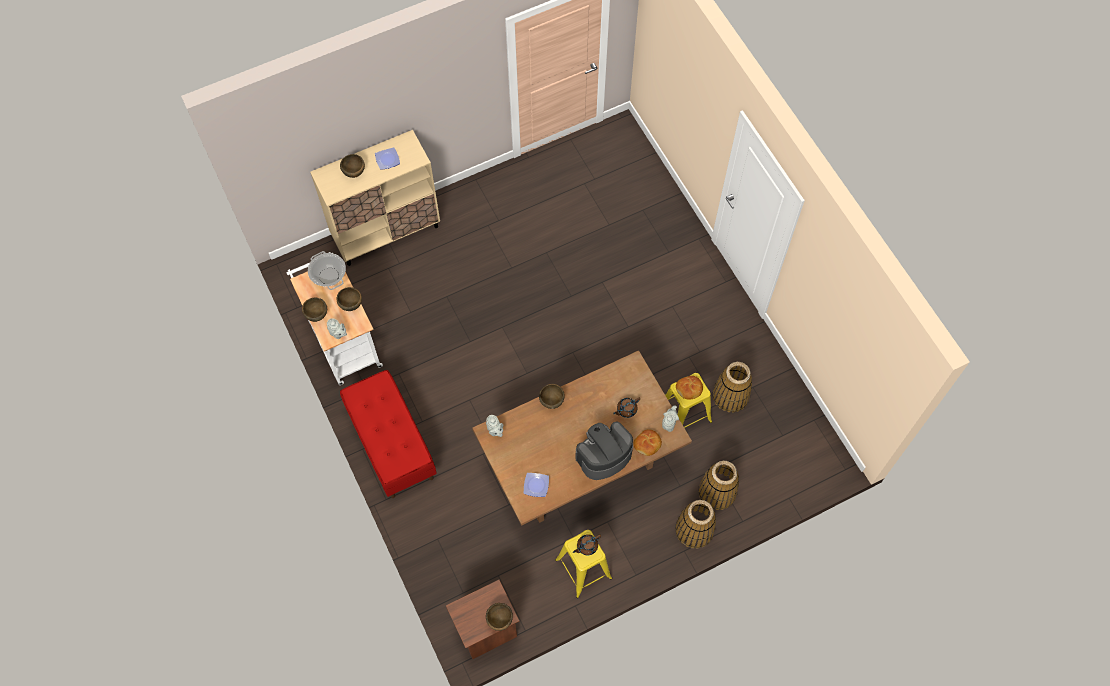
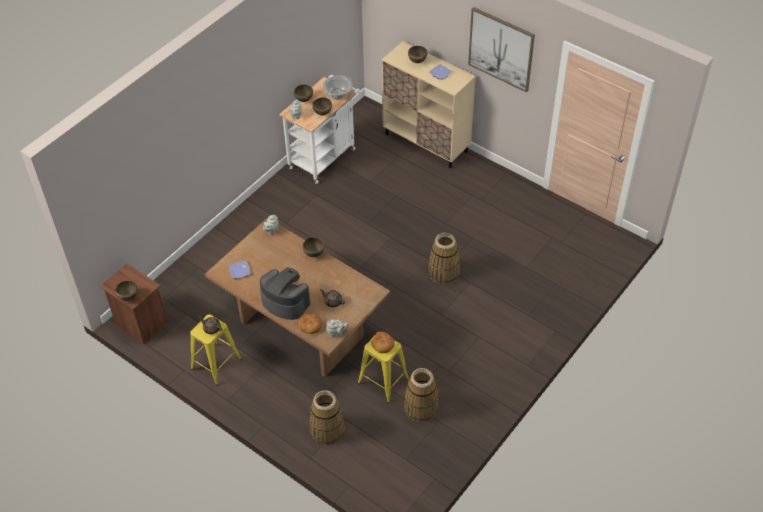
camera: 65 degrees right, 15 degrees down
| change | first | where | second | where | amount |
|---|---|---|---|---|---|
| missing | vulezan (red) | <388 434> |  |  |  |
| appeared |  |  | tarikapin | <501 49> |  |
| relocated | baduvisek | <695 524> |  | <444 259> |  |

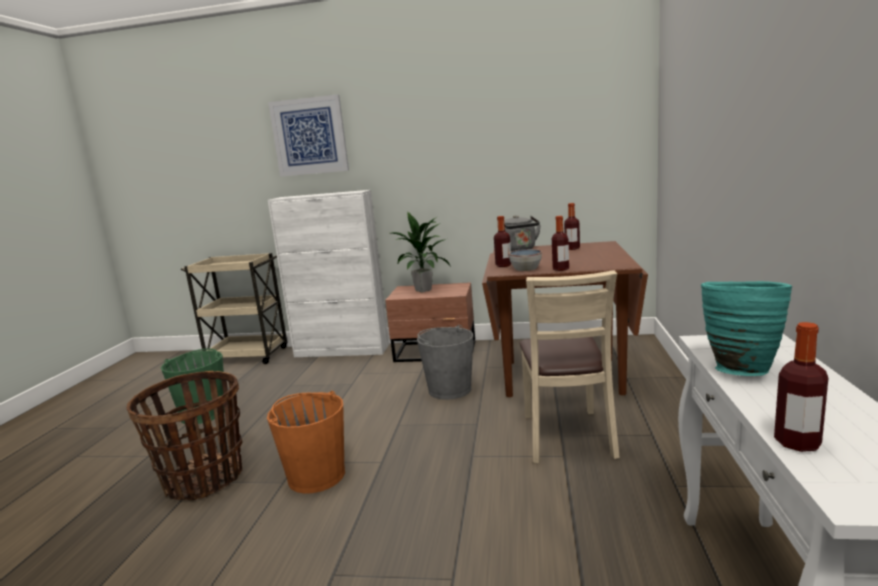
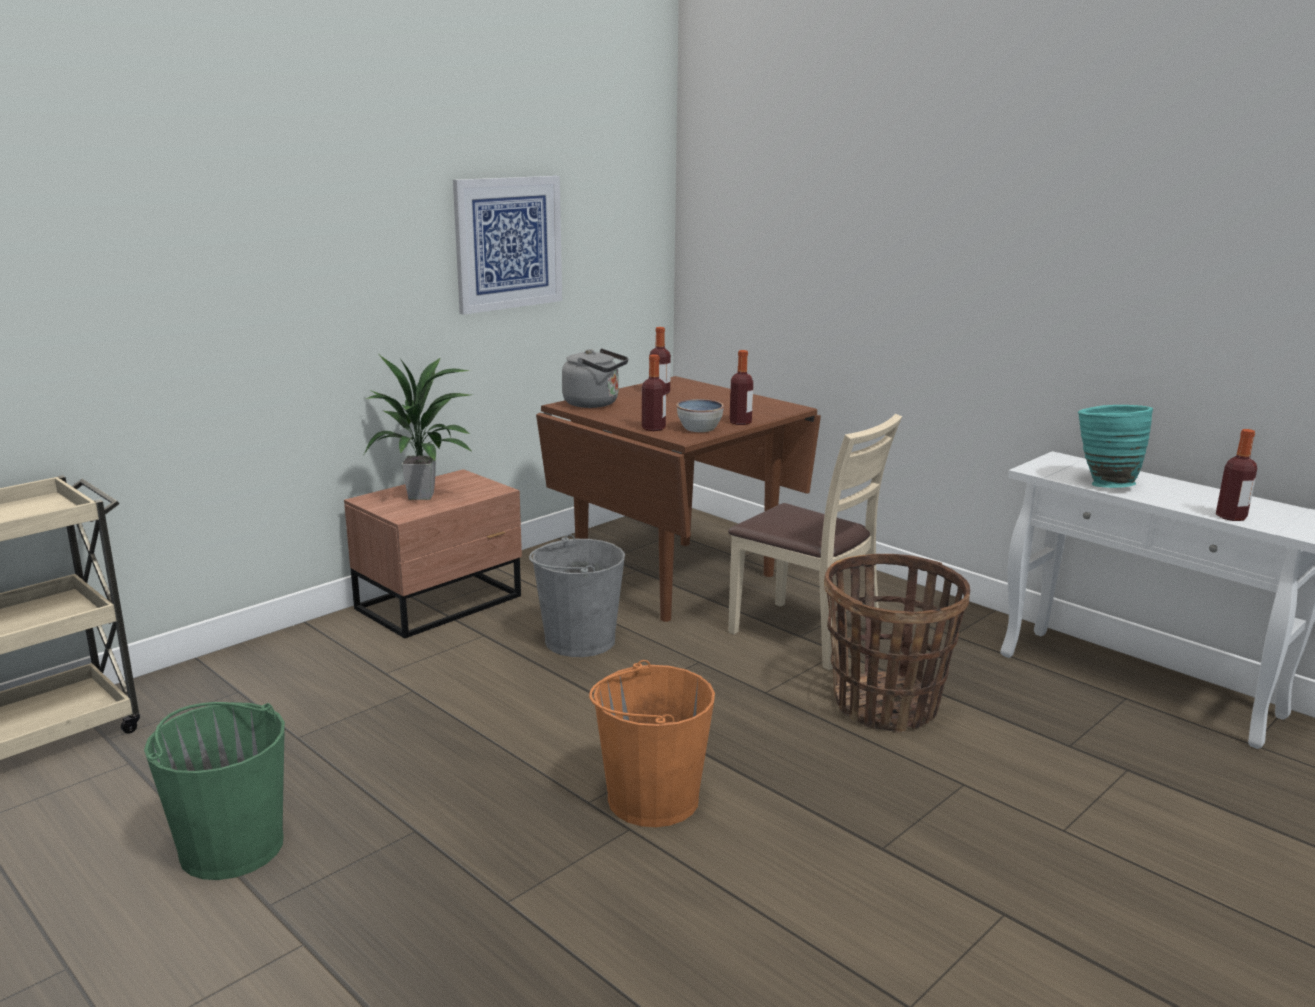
camera: 55 degrees left, 5 degrees up
| change | first | where | second | where | amount |
|---|---|---|---|---|---|
| missing | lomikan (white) | <328 273> |  |  |  |
| relocated | baduvisek | <184 435> |  | <897 643> |  |
| relocated | tarikapin | <308 135> |  | <507 245> |  |

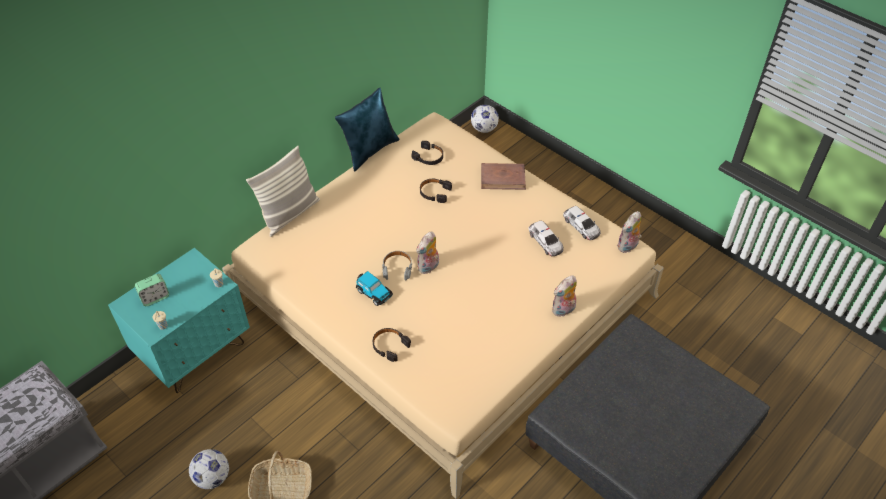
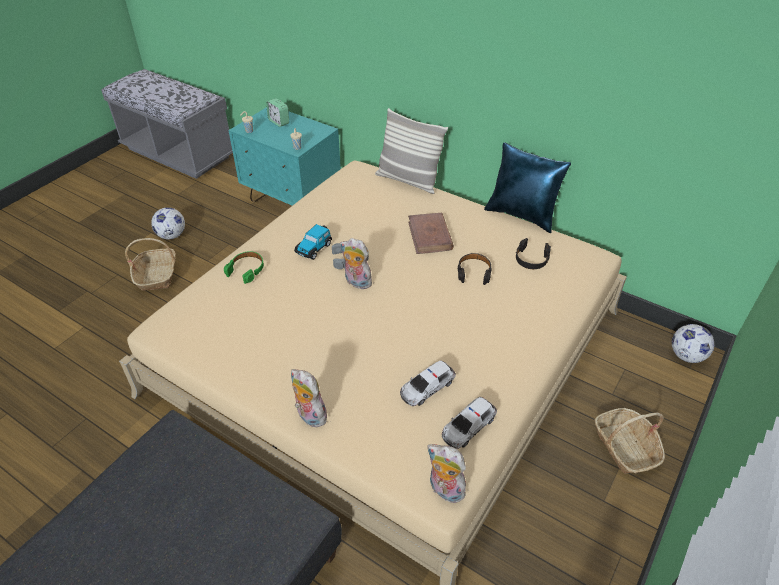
camera: 80 degrees right, 5 degrees down
| change | first | where | second | where | amount |
|---|---|---|---|---|---|
| appeared |  |  | baduvisek | <629 441> |  |
| relocated | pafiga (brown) | <503 176> |  | <431 233> |  |
| colour | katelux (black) | <392 345> | katelux (green) | <244 267> |  |

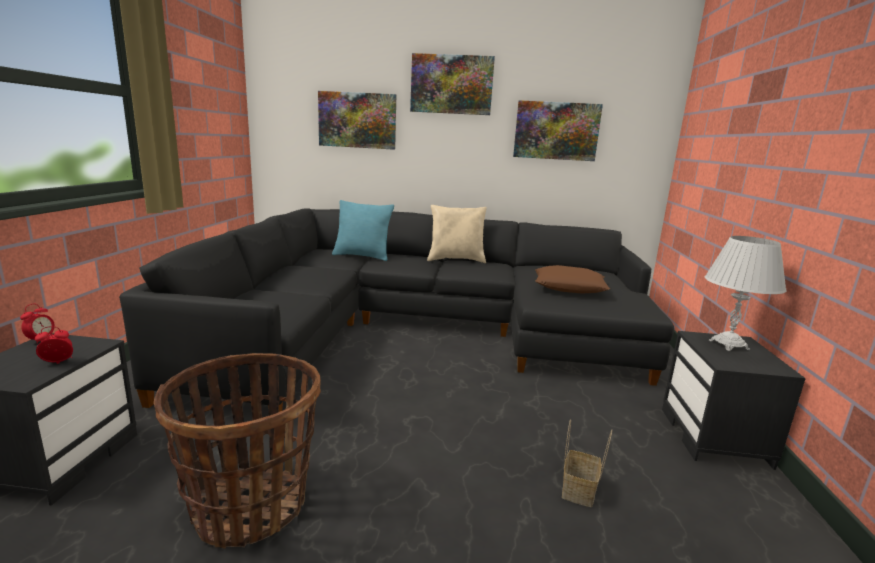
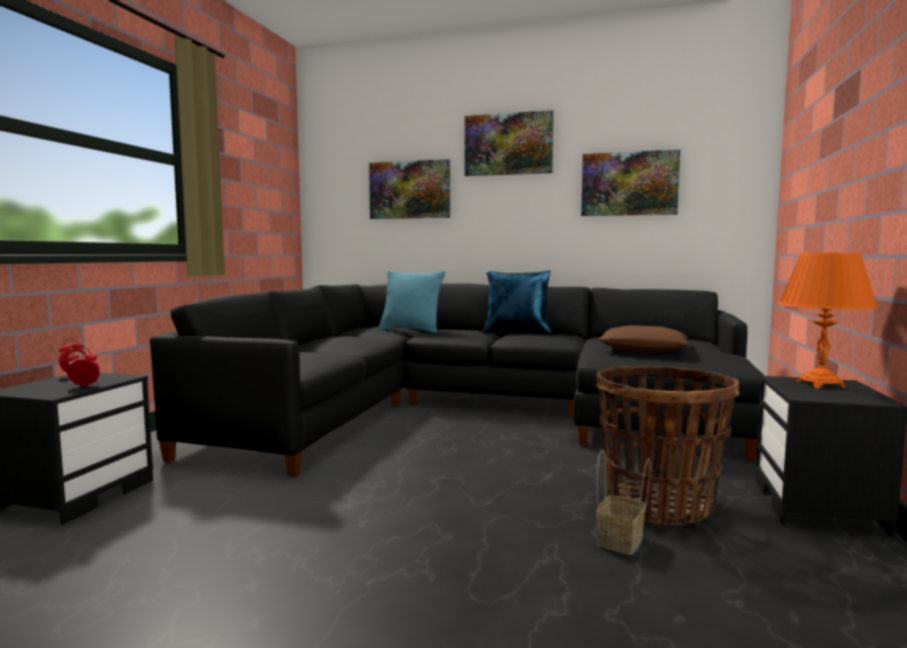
camera: 10 degrees right, 10 degrees down
| change | first | where | second | where | amount |
|---|---|---|---|---|---|
| relocated | baduvisek | <237 451> |  | <667 446> |  |
| colour | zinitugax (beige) | <457 234> | zinitugax (blue) | <517 302> |  |
| colour | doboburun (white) | <746 293> | doboburun (orange) | <828 320> |  |

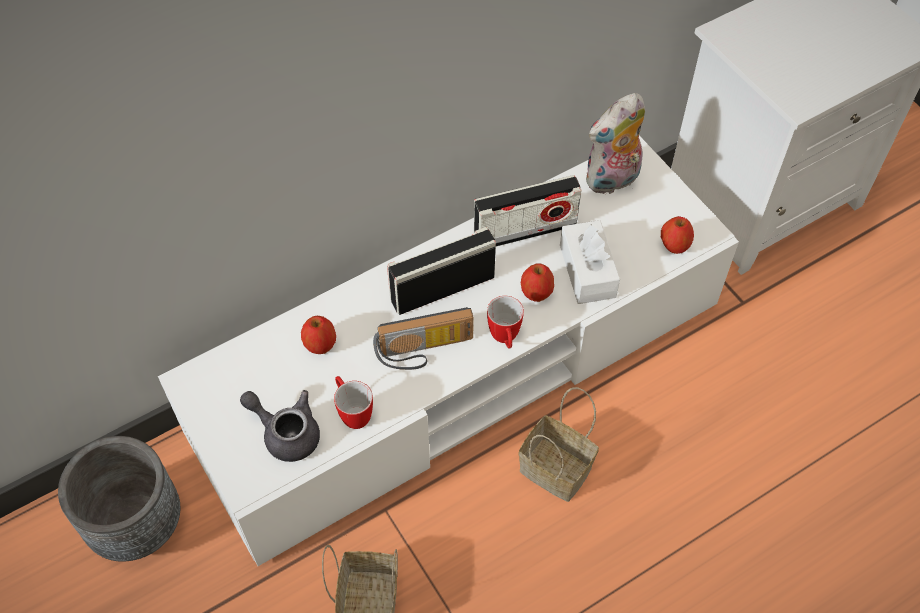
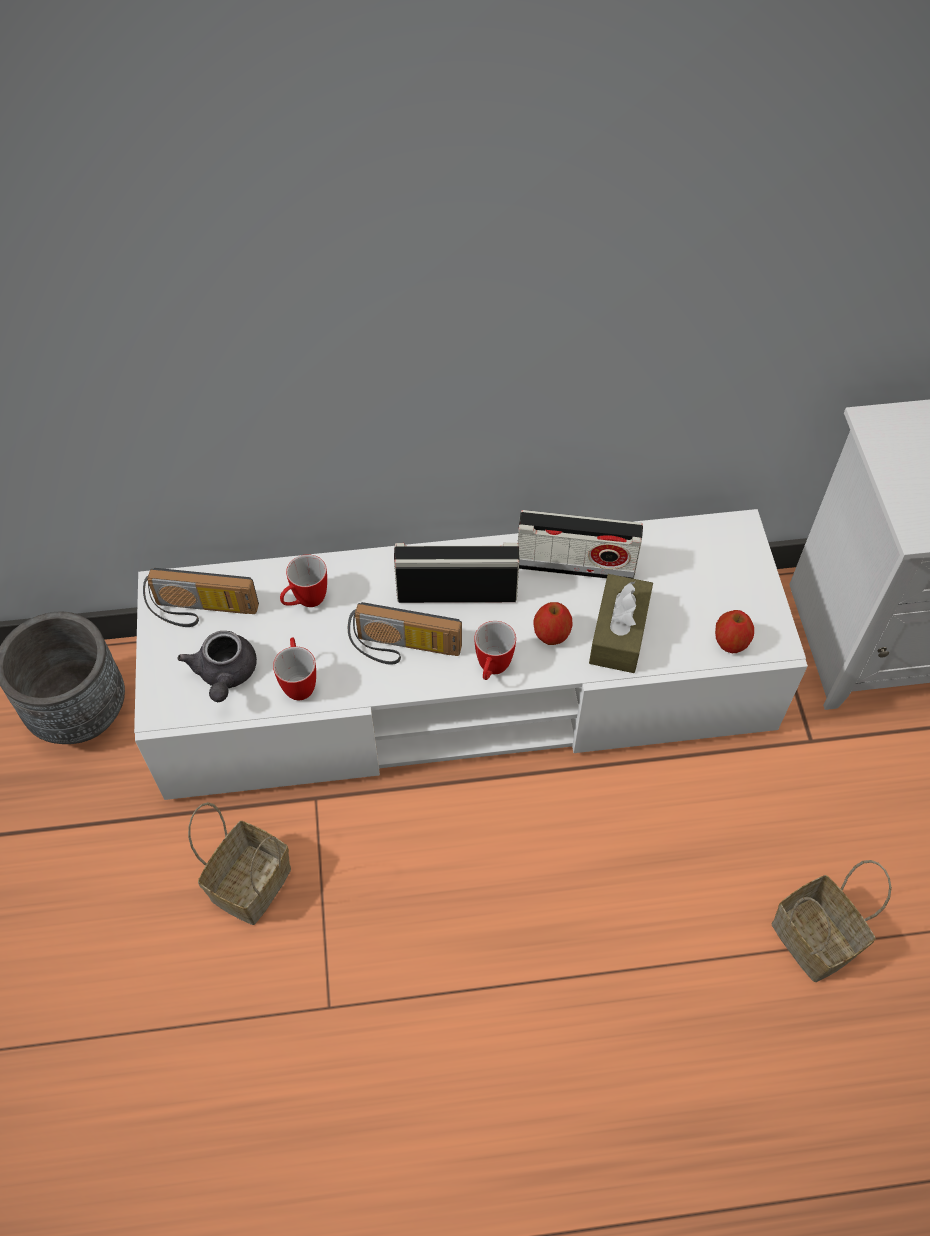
camera: 25 degrees right, 0 degrees up
| change | first | where | second | where | amount |
|---|---|---|---|---|---|
| missing | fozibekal | <615 143> |  |  |  |
| appeared |  |  | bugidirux | <201 597> |  |
| relocated | baduvisek | <559 444> |  | <832 921> |  |
| exchanged | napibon | <318 335> | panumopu | <303 580> |  |
| colour | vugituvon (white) | <590 262> | vugituvon (brown) | <621 623> |  |
| spun | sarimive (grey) | <280 426> |  | <217 666> | 150 degrees counterclockwise |

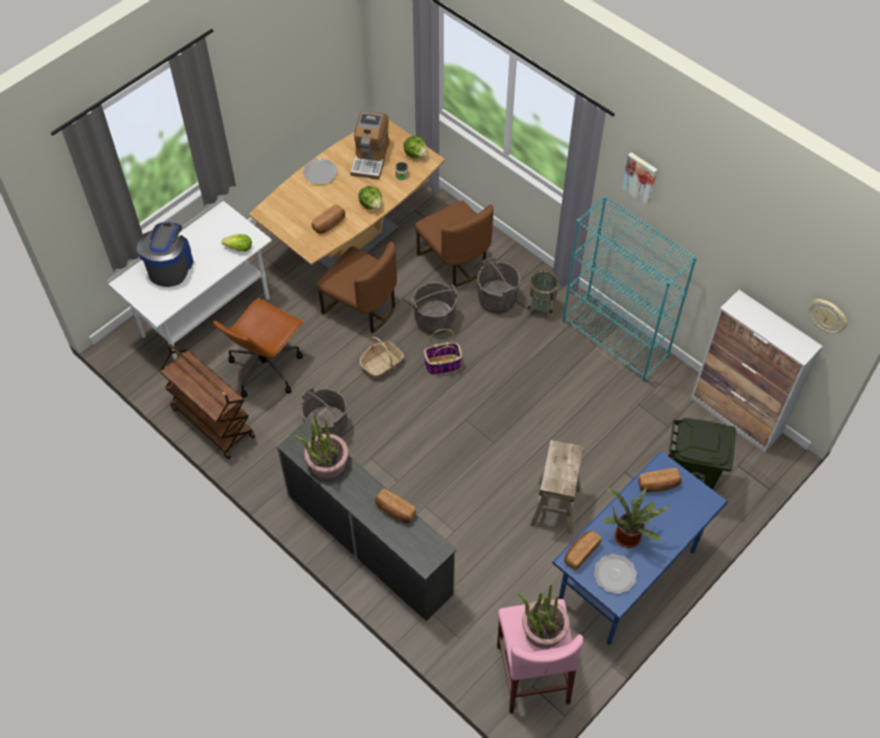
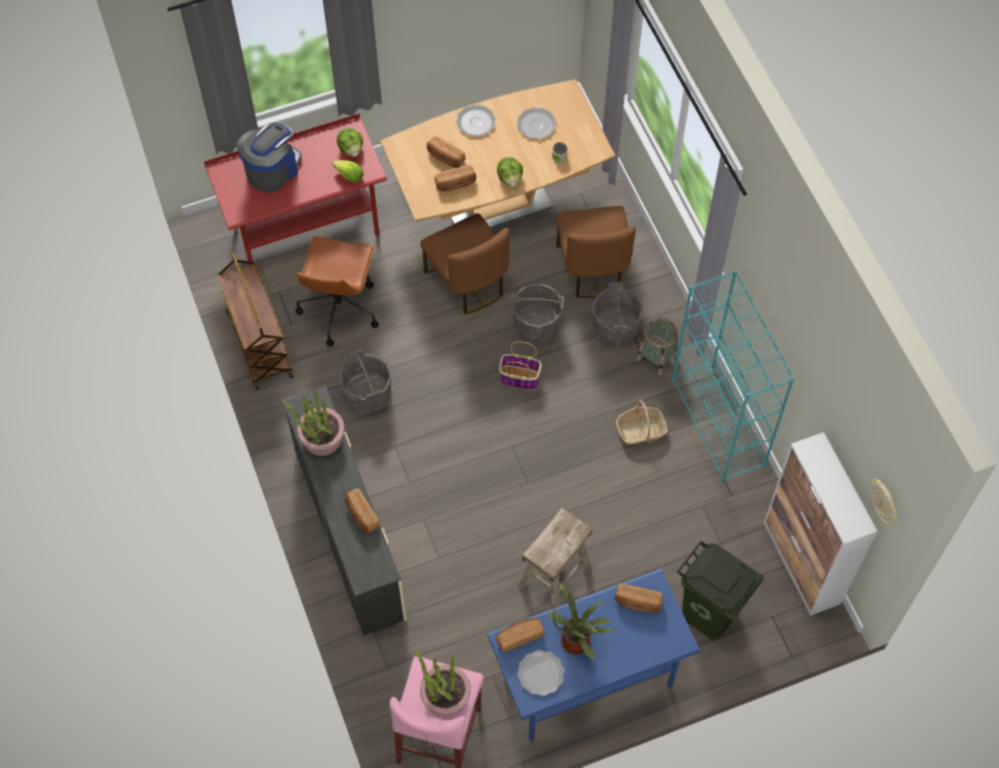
camera: 25 degrees right, 5 degrees up
| change | first | where | second | where | amount |
|---|---|---|---|---|---|
| missing | tarikapin | <640 179> |  |  |  |
| appeared |  |  | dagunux | <446 152> |  |
| relocated | baduvisek | <382 358> |  | <642 422> |  |
| relocated | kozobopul | <415 147> |  | <350 142> |  |
| exchanged | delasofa | <369 145> | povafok | <536 123> |  |
| colour | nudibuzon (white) | <189 278> | nudibuzon (red) | <295 189> |  |
| spun | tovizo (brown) | <258 348> |  | <337 291> | 45 degrees counterclockwise |

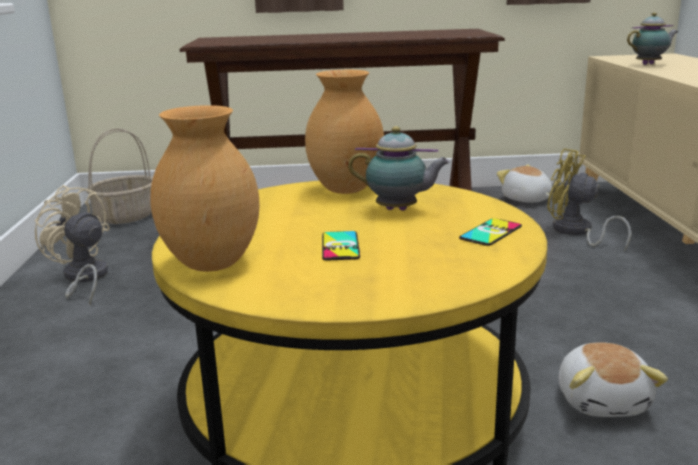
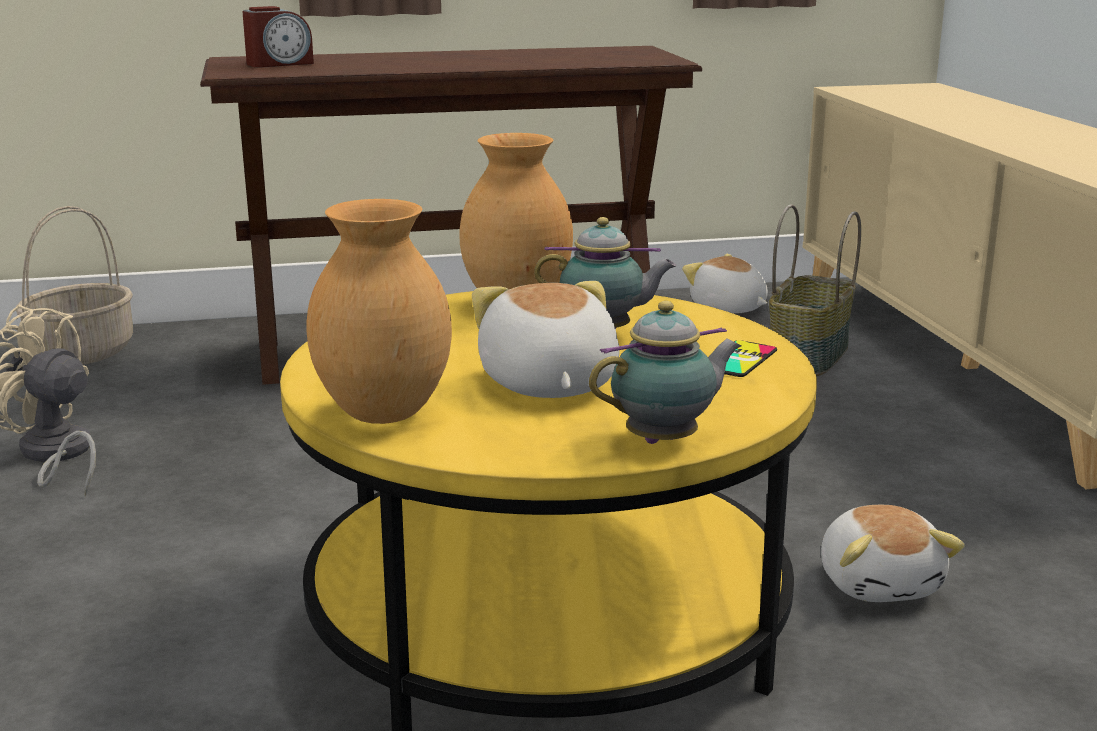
camera: 10 degrees left, 0 degrees up
| change | first | where | second | where | amount |
|---|---|---|---|---|---|
| appeared |  |  | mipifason | <278 37> |  |
| relocated | sarimive | <652 38> |  | <665 372> |  |
| exchanged | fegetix | <341 246> | fozibekal | <546 339> |  |
| exchanged | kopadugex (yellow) | <589 199> | baduvisek | <815 290> |  |

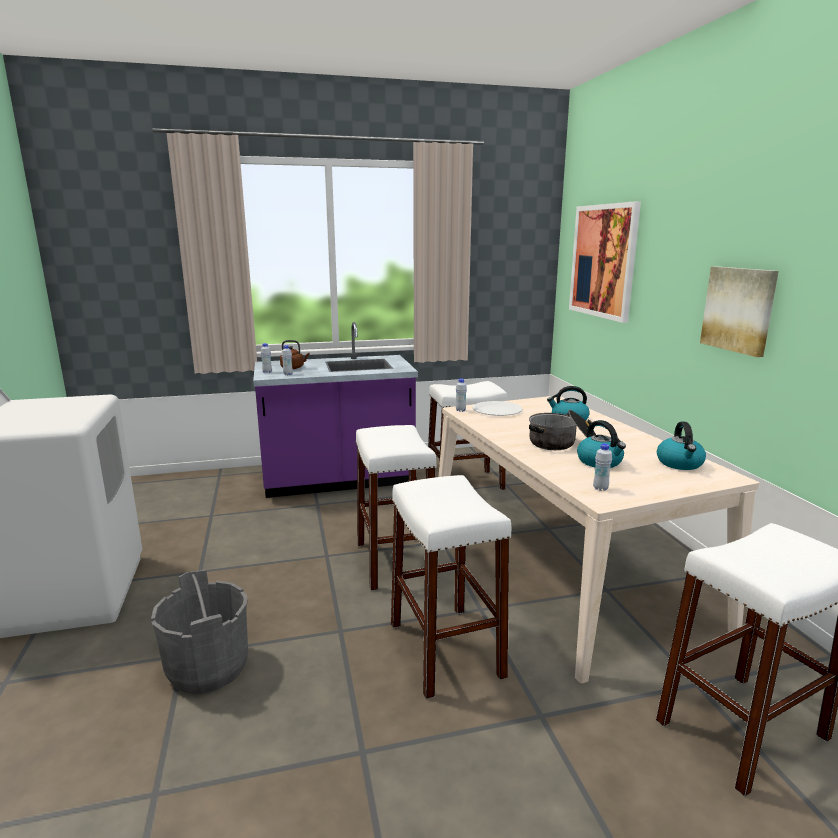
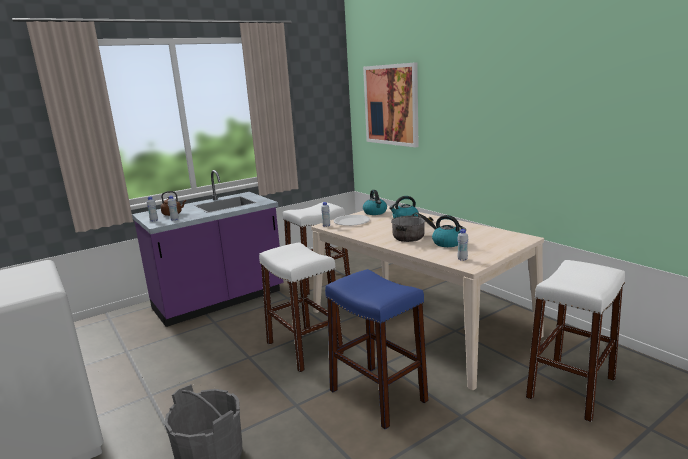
camera: 20 degrees left, 0 degrees up
| change | first | where | second | where | amount |
|---|---|---|---|---|---|
| missing | tarikapin | <739 312> |  |  |  |
| relocated | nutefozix | <681 446> |  | <375 202> |  |
| colour | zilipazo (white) | <451 587> | zilipazo (blue) | <376 349> |  |

